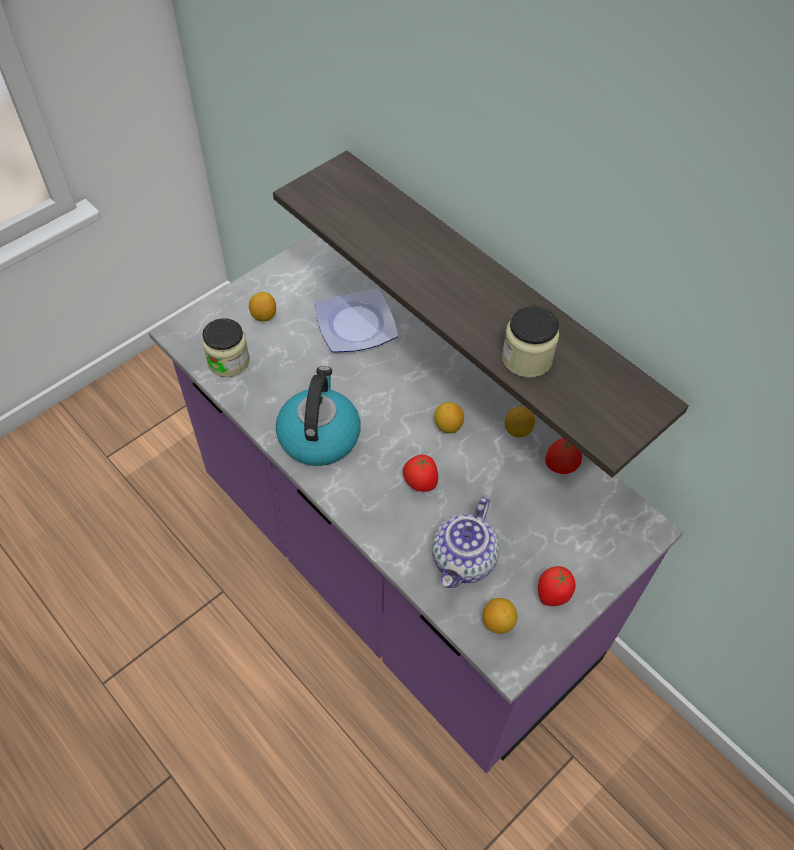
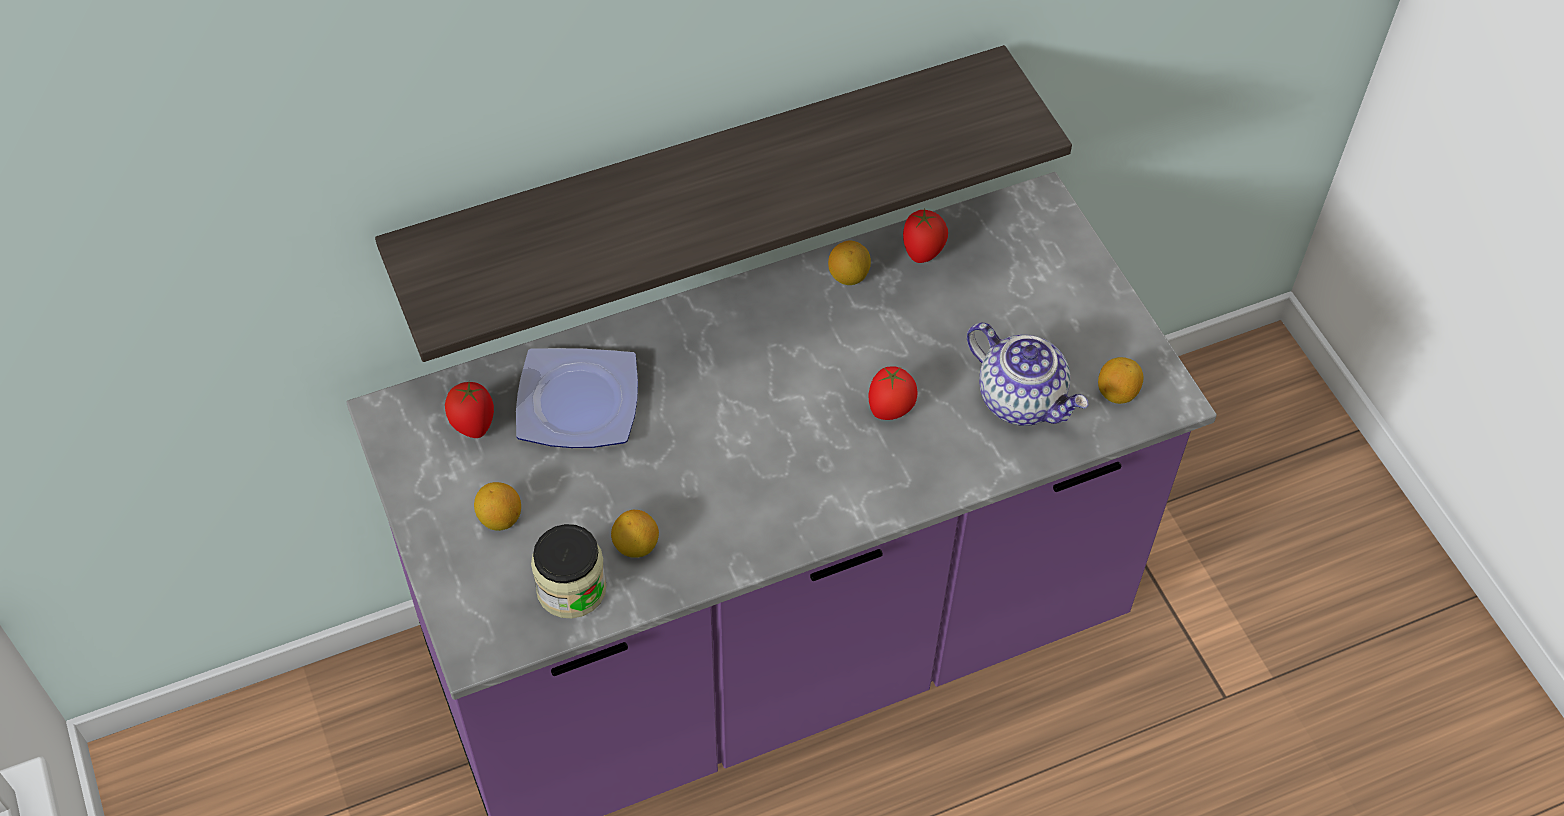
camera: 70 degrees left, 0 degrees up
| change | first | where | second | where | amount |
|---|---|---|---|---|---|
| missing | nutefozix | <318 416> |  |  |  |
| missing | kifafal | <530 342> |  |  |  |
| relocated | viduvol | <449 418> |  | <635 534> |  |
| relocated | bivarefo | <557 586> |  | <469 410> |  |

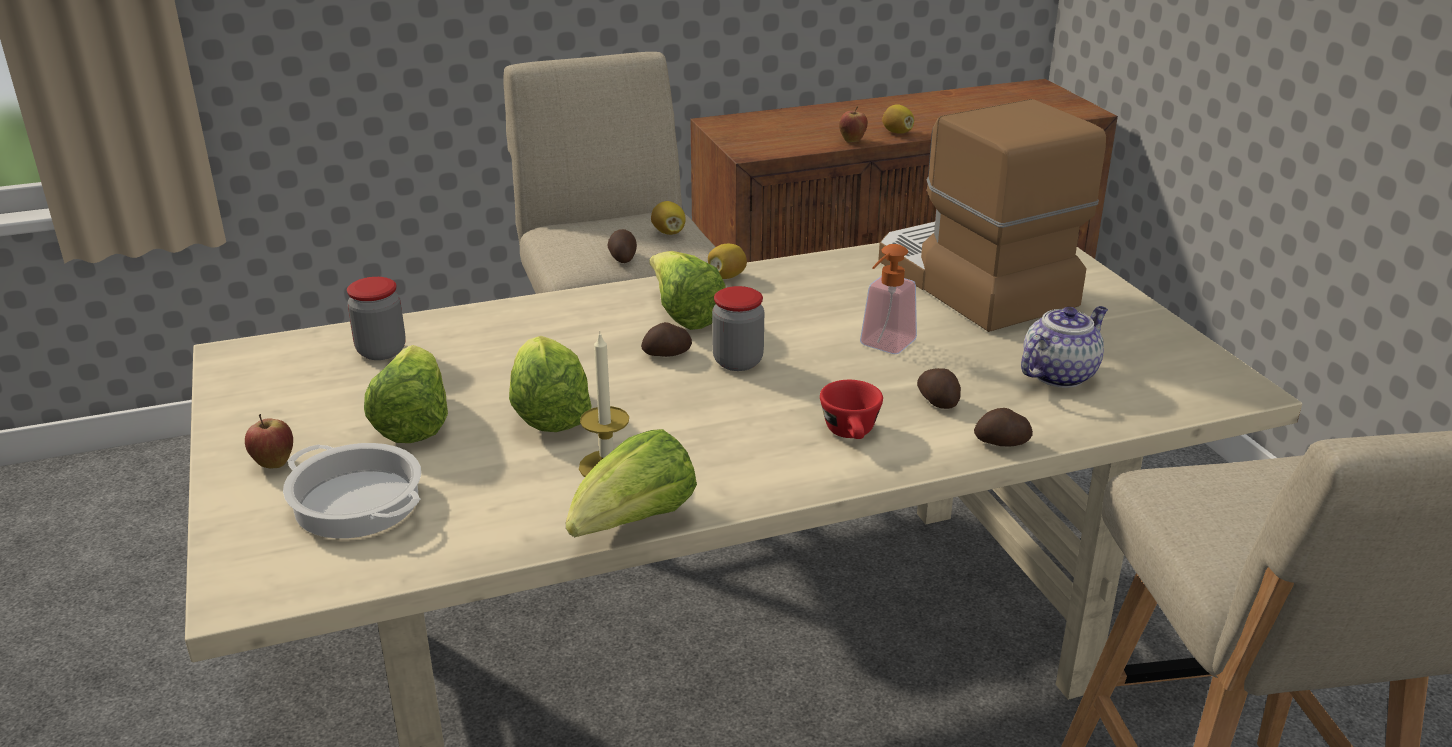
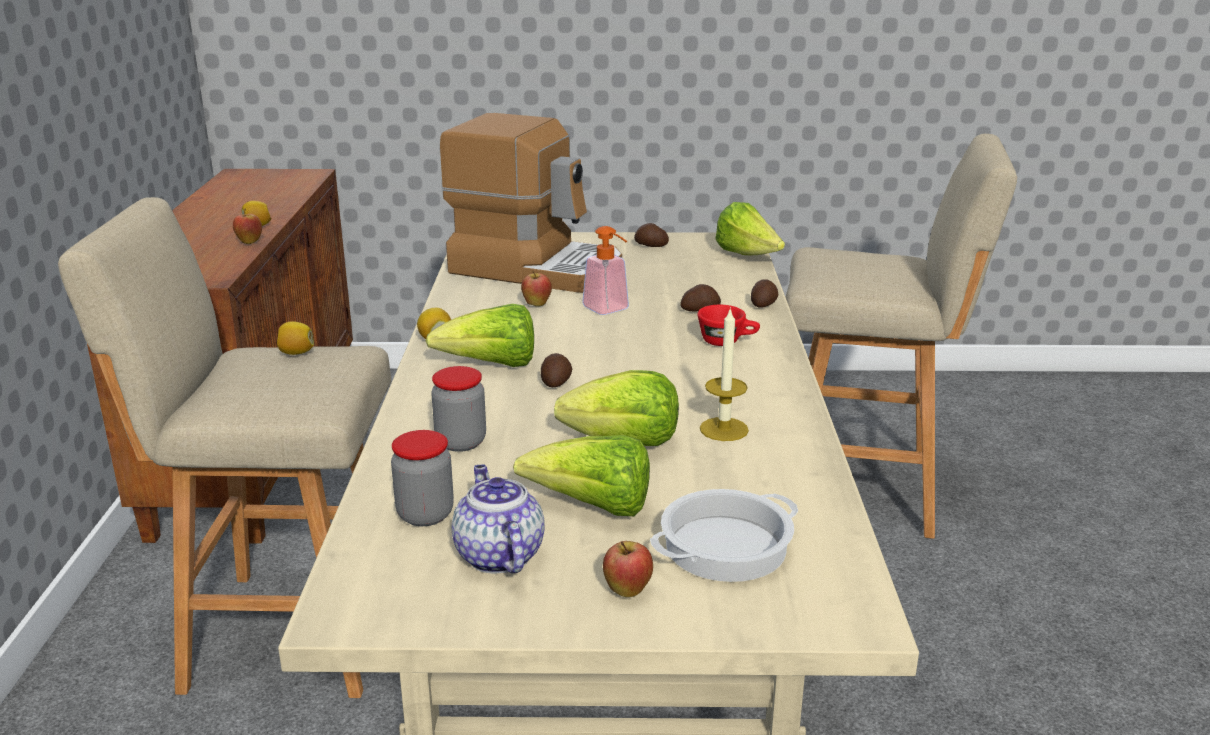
camera: 70 degrees left, 5 degrees down
| change | first | where | second | where | amount |
|---|---|---|---|---|---|
| appeared |  |  | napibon | <536 289> |  |
| relocated | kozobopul | <631 483> |  | <750 228> |  |
| relocated | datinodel | <622 246> |  | <651 235> |  |
| relocated | kifafal | <738 328> |  | <458 409> |  |
| relocated | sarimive | <1064 347> |  | <498 519> |  |
| spun | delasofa | <992 215> |  | <531 203> | 150 degrees counterclockwise |

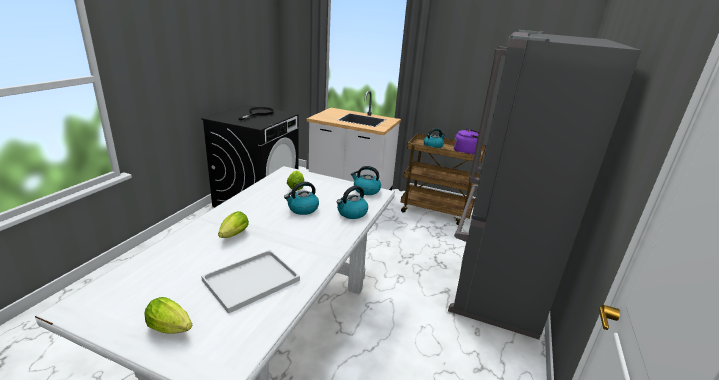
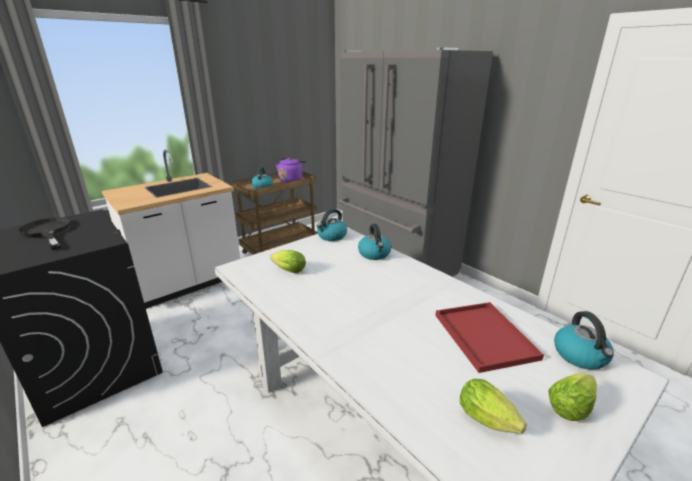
camera: 60 degrees left, 0 degrees up
| change | first | where | second | where | amount |
|---|---|---|---|---|---|
| relocated | kozobopul | <233 224> |  | <493 406> |  |
| relocated | nutefozix | <301 198> |  | <584 340> |  |
| colour | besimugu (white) | <250 282> | besimugu (red) | <489 337> |  |

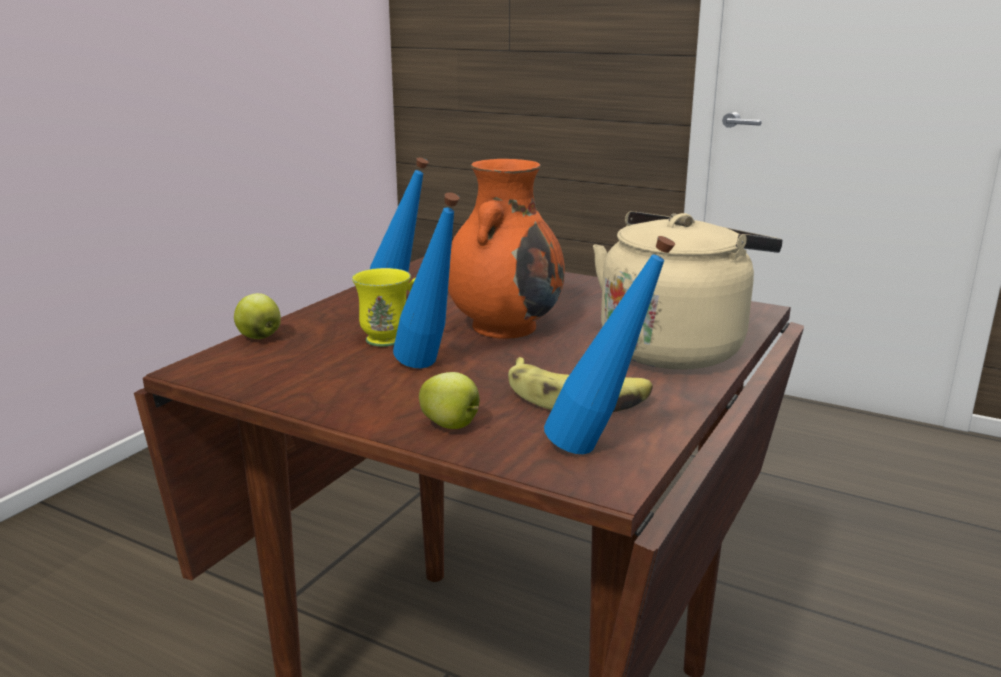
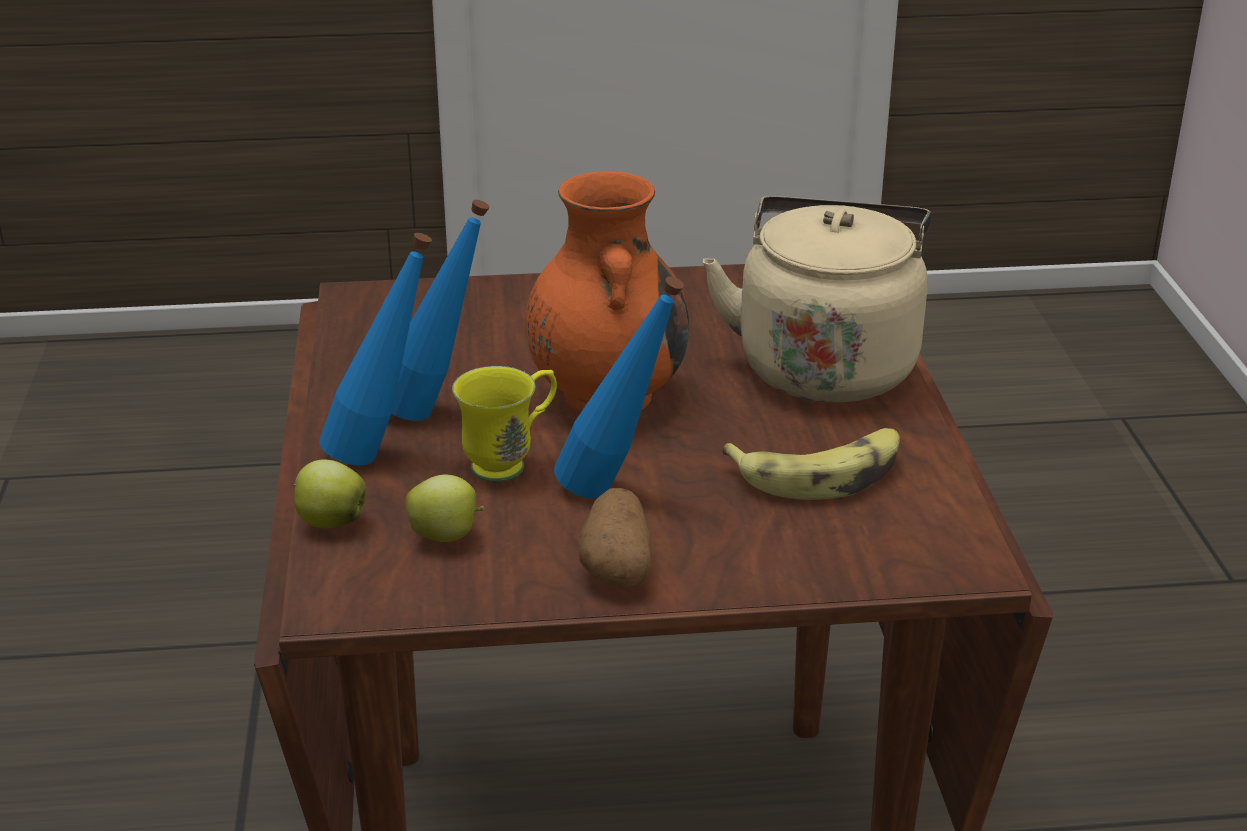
camera: 35 degrees left, 10 degrees up
| change | first | where | second | where | amount |
|---|---|---|---|---|---|
| appeared |  |  | datinodel | <615 537> |  |
| relocated | napibon | <449 400> |  | <445 508> |  |
| relocated | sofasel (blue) | <609 345> |  | <375 349> |  |

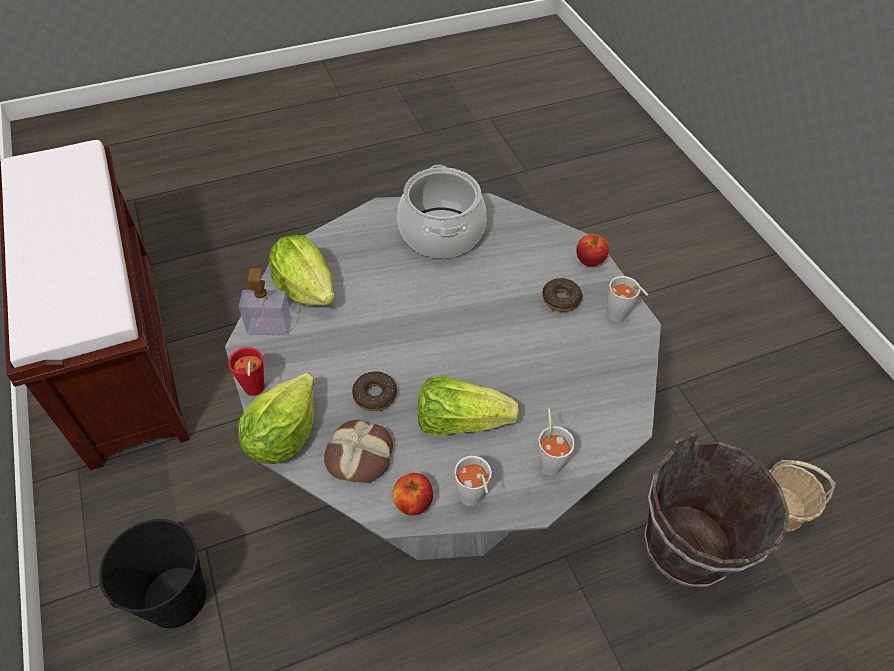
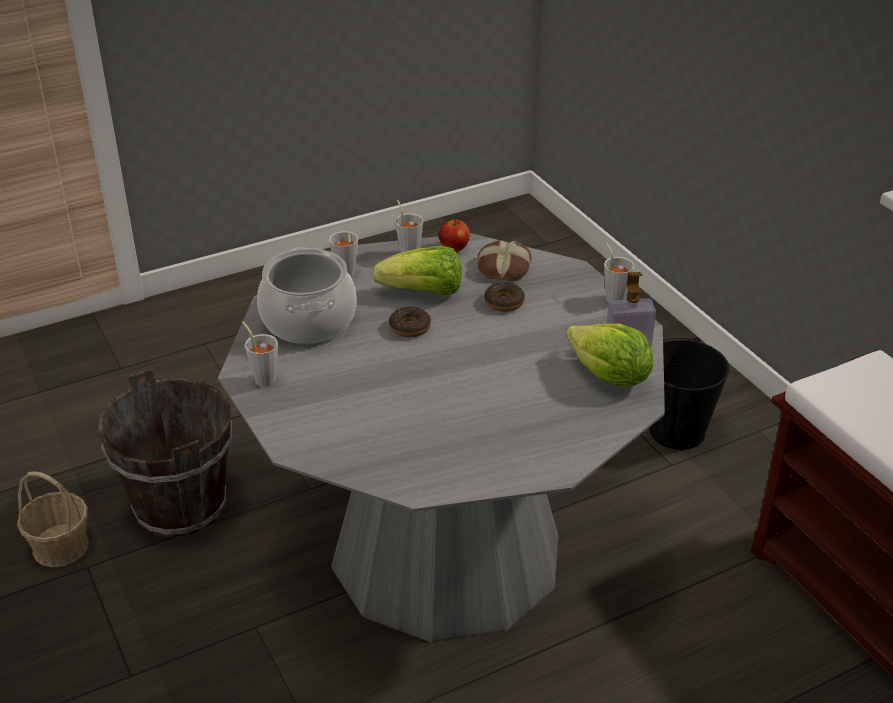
camera: 175 degrees right, 15 degrees down
| change | first | where | second | where | amount |
|---|---|---|---|---|---|
| missing | kozobopul | <276 418> |  |  |  |
| missing | napibon | <592 250> |  |  |  |
| relocated | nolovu | <442 211> |  | <307 295> |  |
| relocated | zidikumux | <562 295> |  | <410 322> |  |
| colour | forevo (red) | <246 371> | forevo (grey) | <619 272> |  |

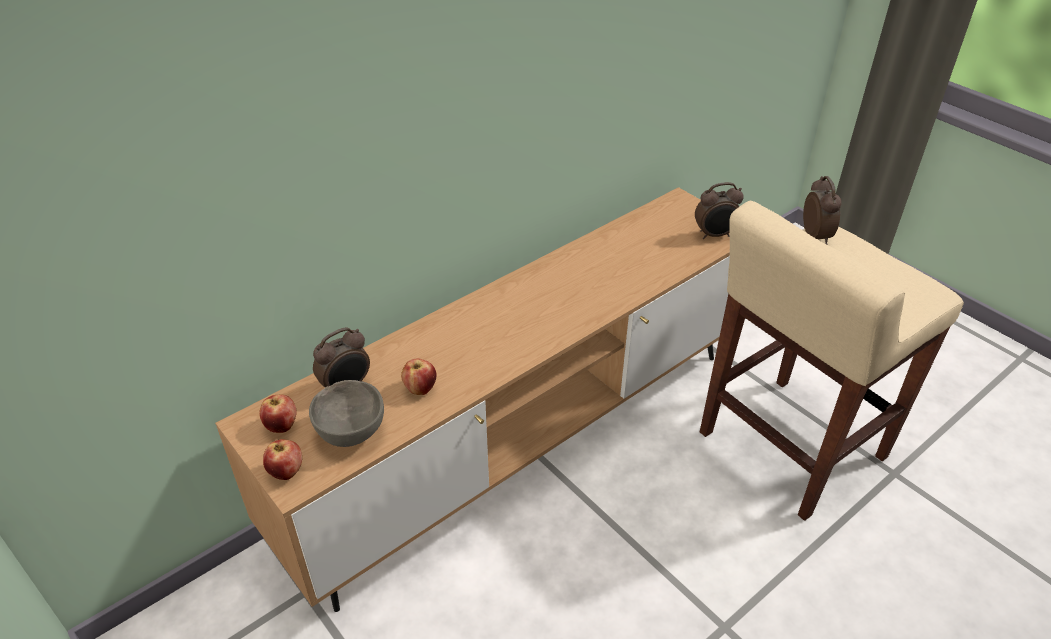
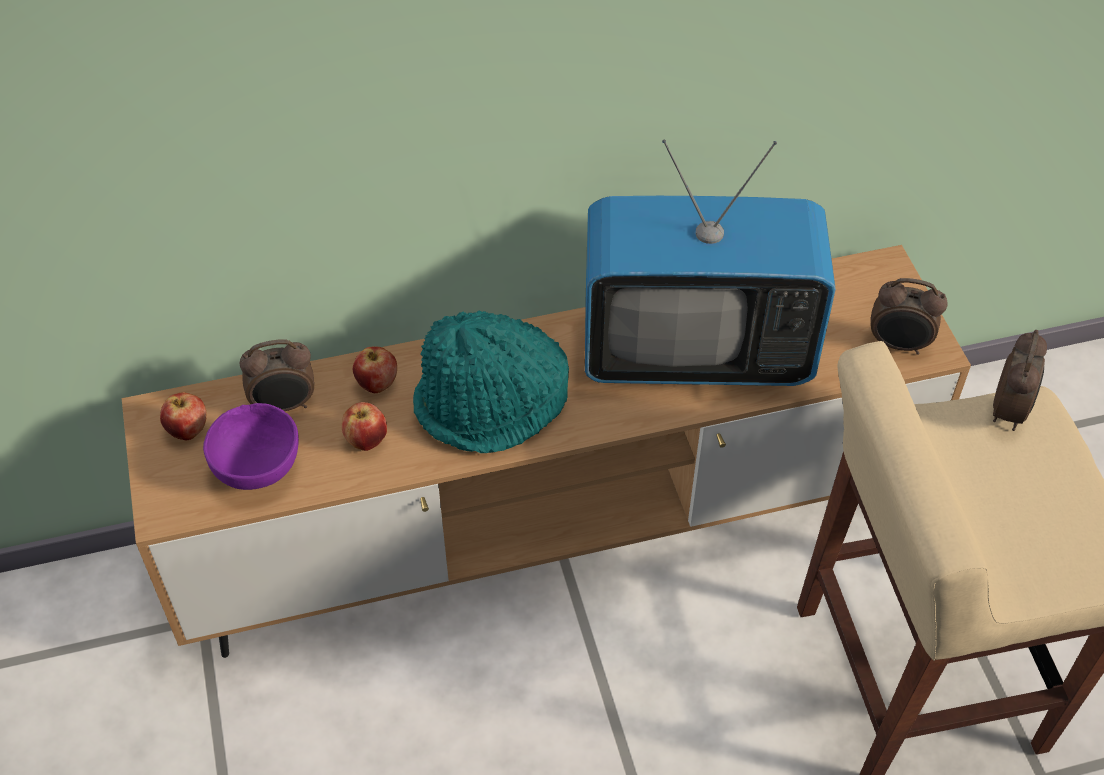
camera: 25 degrees right, 10 degrees up
| change | first | where | second | where | amount |
|---|---|---|---|---|---|
| appeared |  |  | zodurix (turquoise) | <491 382> |  |
| appeared |  |  | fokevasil | <710 263> |  |
| relocated | napibon | <282 459> |  | <375 369> |  |
| colour | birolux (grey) | <346 413> | birolux (purple) | <251 446> |  |

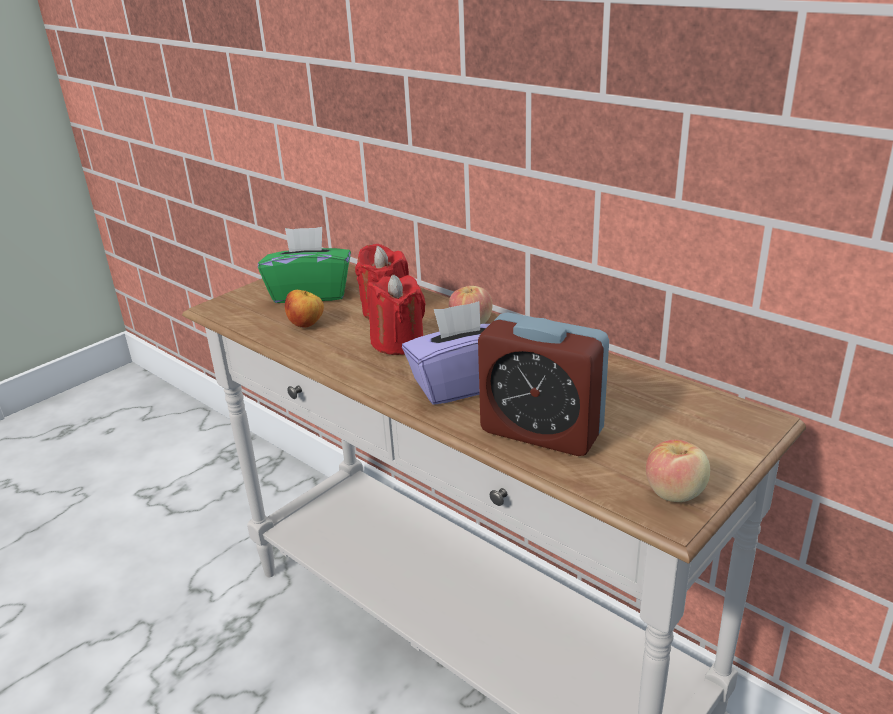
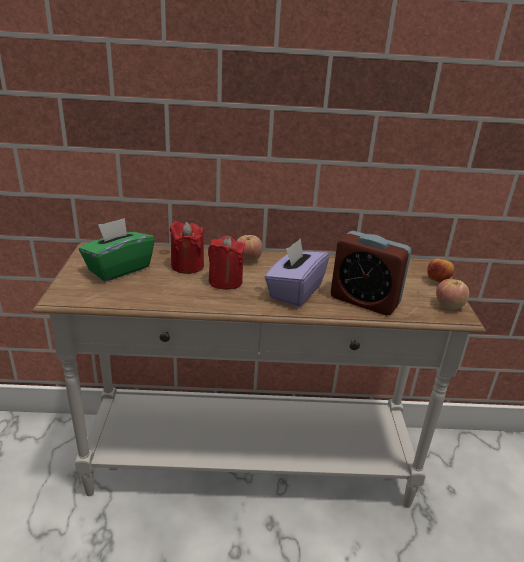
camera: 45 degrees left, 0 degrees up
| change | first | where | second | where | amount |
|---|---|---|---|---|---|
| relocated | napibon | <304 309> |  | <440 270> |  |
| spun | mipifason | <543 384> |  | <371 273> | 45 degrees clockwise |

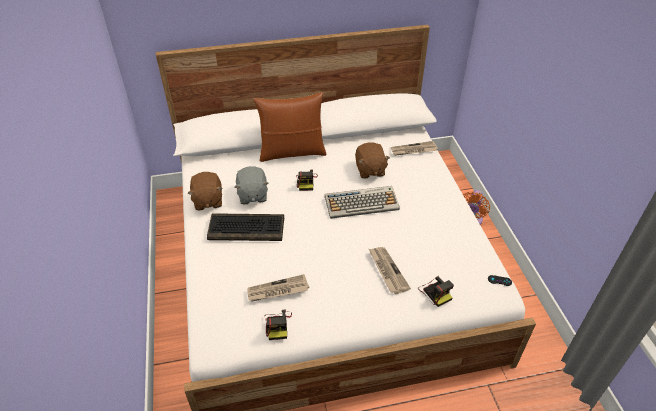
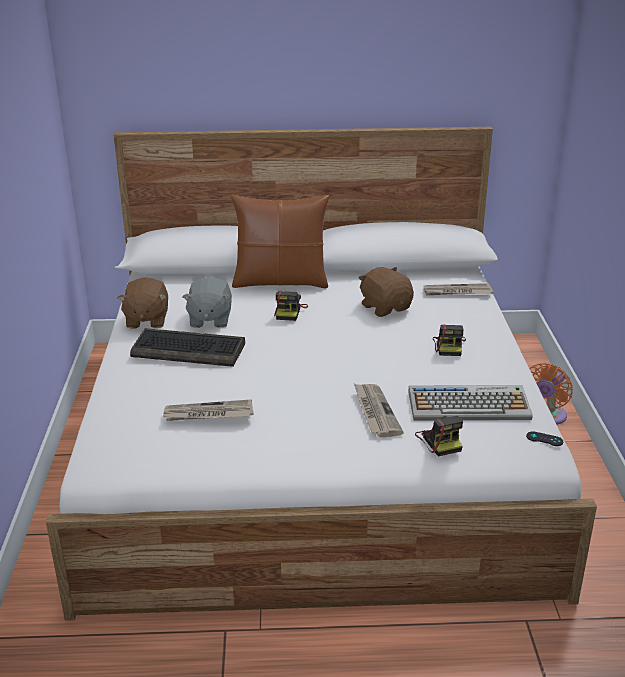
camera: 10 degrees right, 15 degrees down
| change | first | where | second | where | amount |
|---|---|---|---|---|---|
| relocated | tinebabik | <278 325> |  | <449 340> |  |
| relocated | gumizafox | <362 202> |  | <470 403> |  |
| spun | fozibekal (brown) | <372 160> |  | <386 292> | 150 degrees clockwise |

